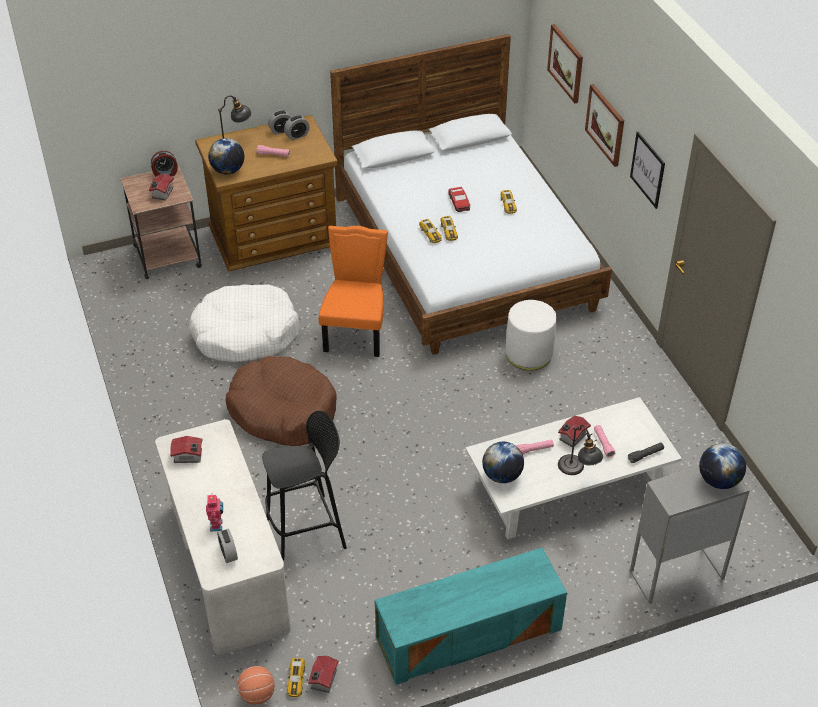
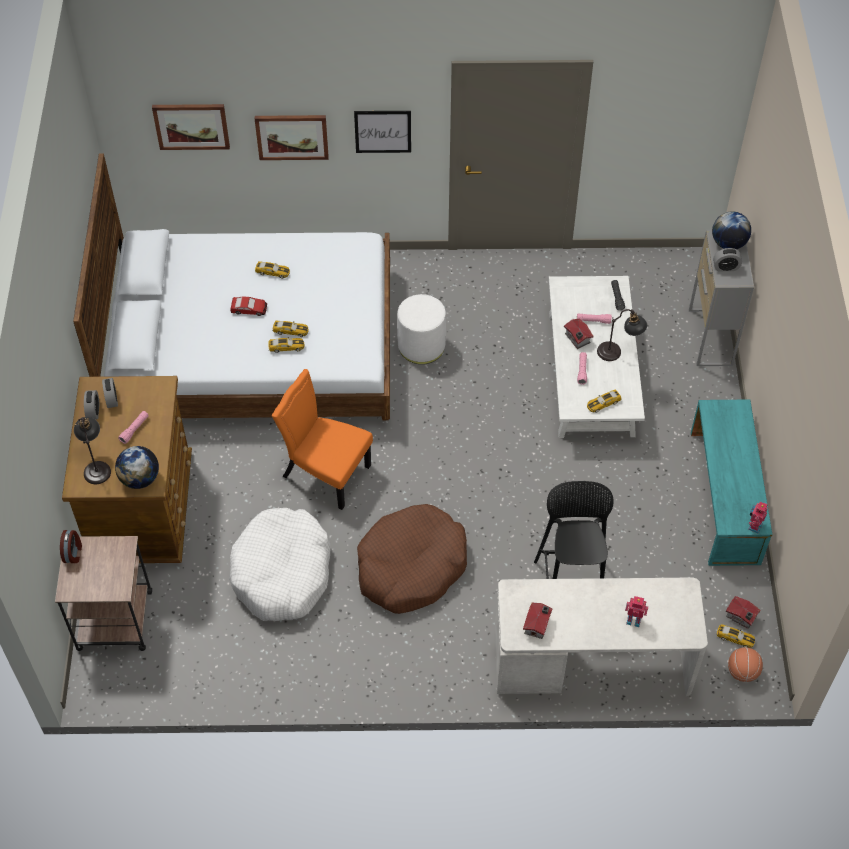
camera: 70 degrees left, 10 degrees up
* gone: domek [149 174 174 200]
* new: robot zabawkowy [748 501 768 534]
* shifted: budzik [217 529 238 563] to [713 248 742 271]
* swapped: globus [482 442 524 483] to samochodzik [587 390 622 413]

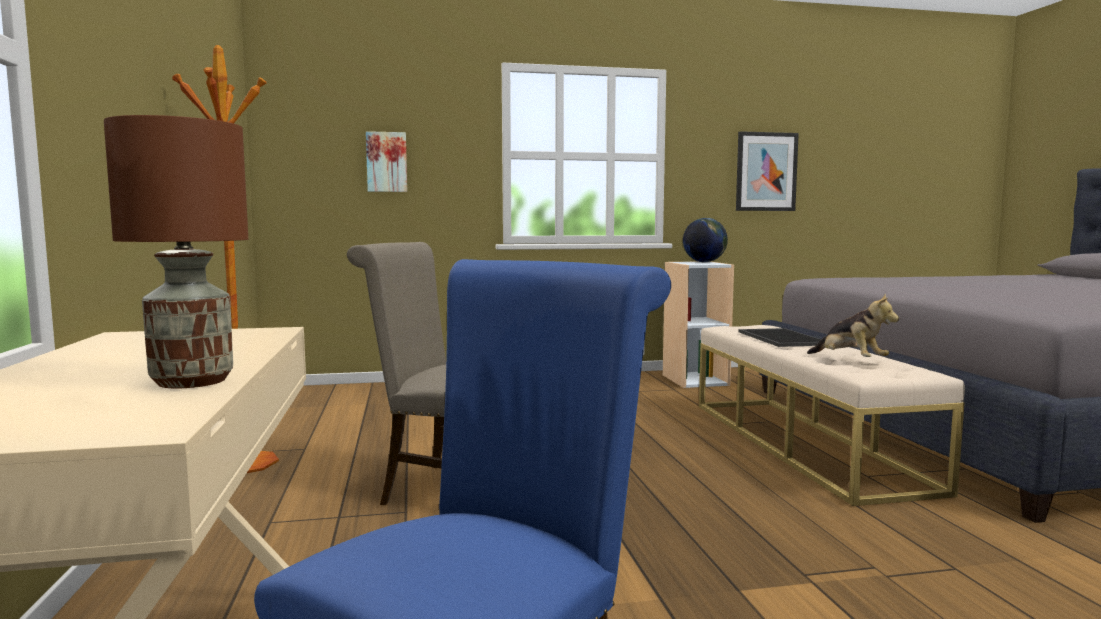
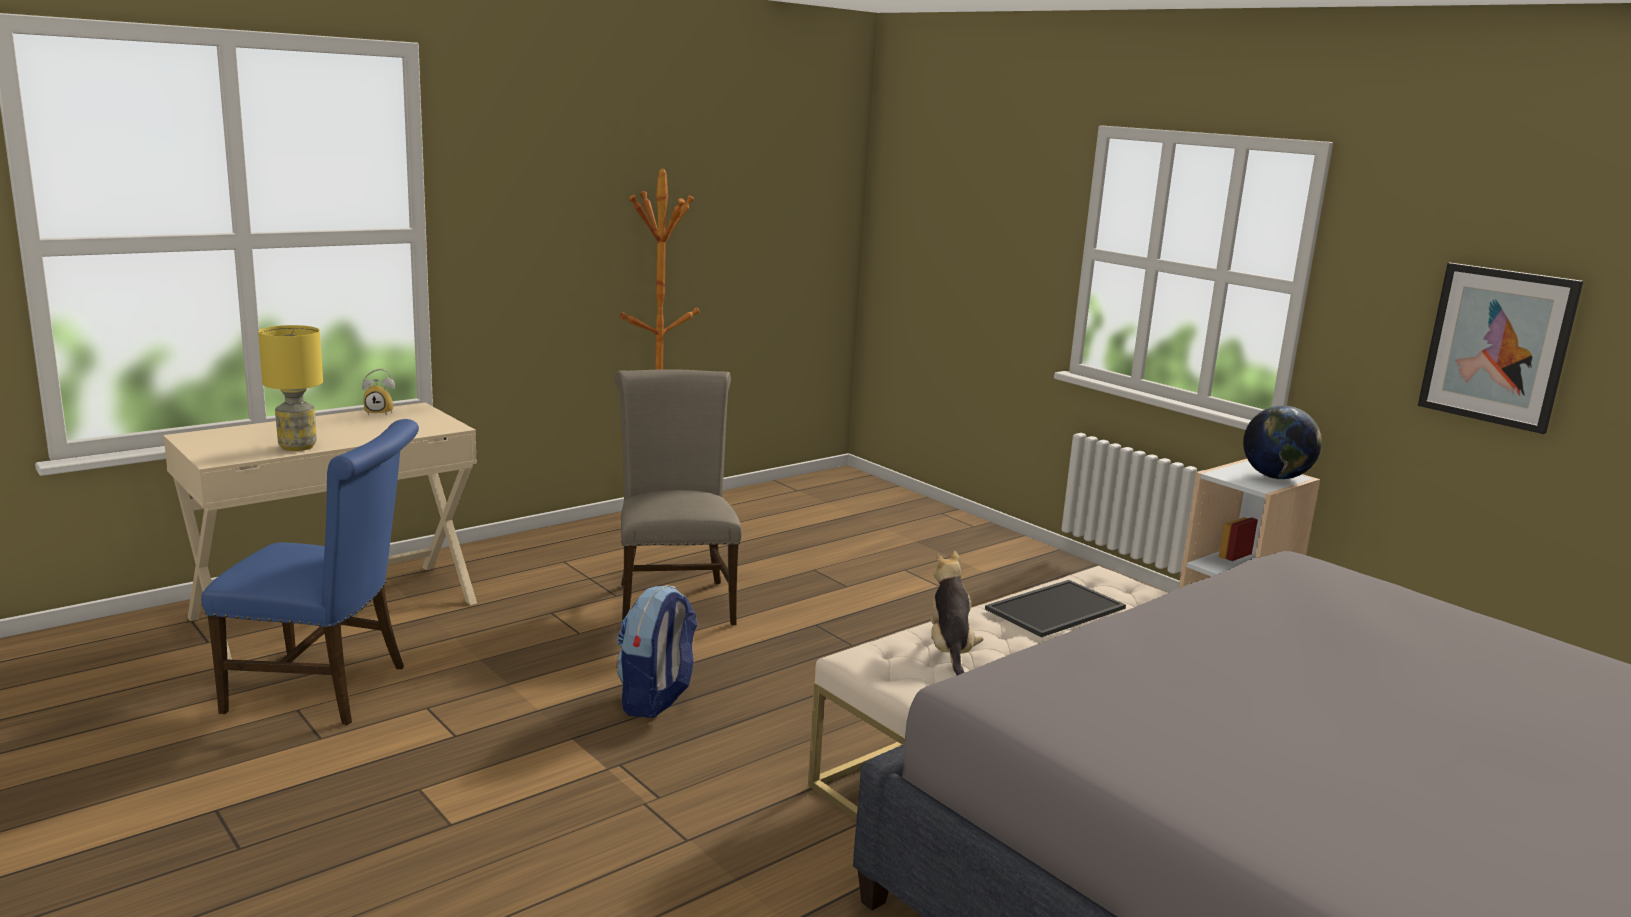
camera: 60 degrees right, 10 degrees up
* gone: obraz [366 131 407 192]
* new: budzik [362 369 395 416]
* new: plecak [616 585 697 718]
* repainted: lampa stołowa (brązowy) [104 115 248 388] to lampa stołowa (żółty) [258 325 323 451]
* rotated: pluszak [807 294 899 357] = [931 551 984 675] 150 degrees clockwise

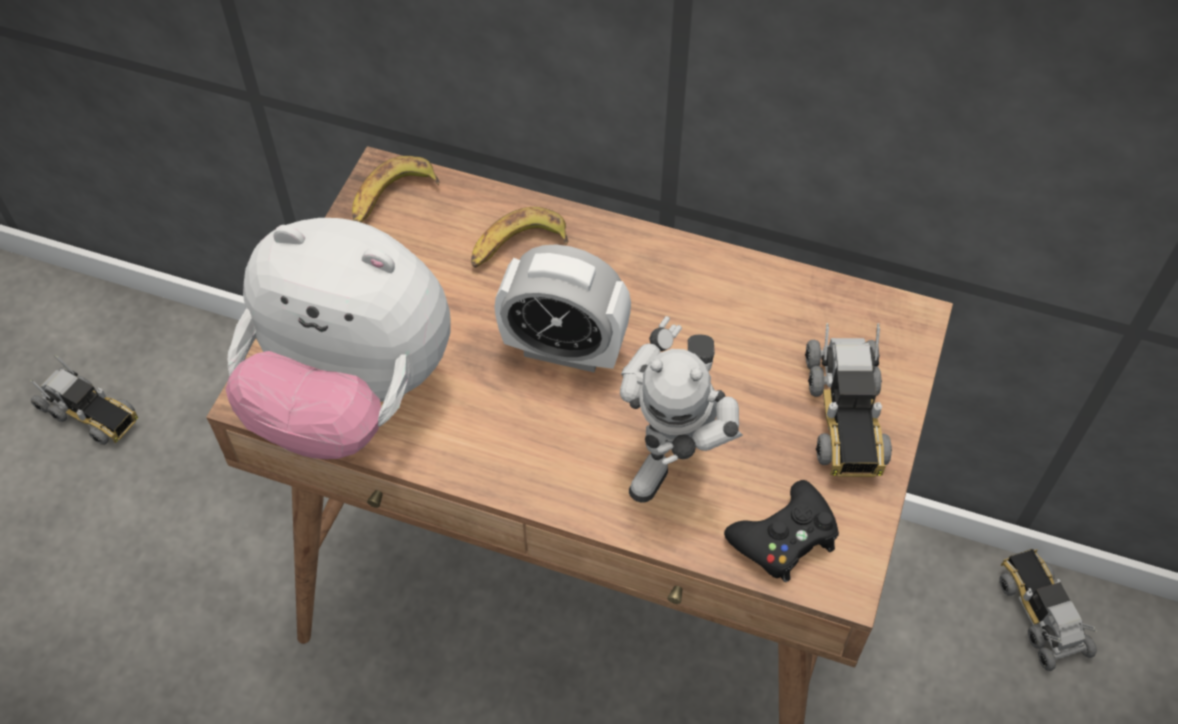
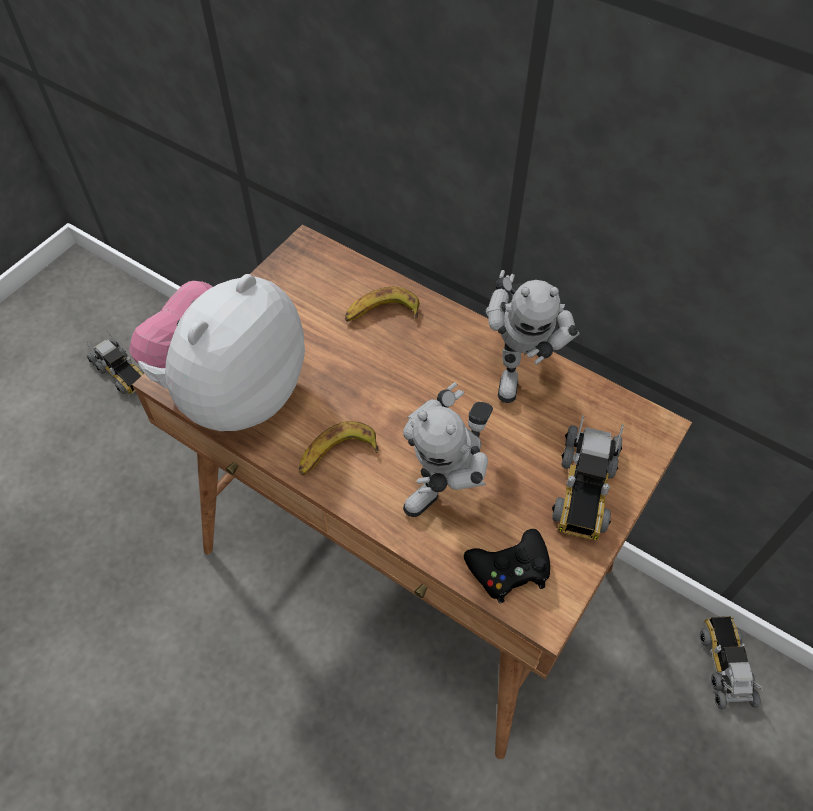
camera: 15 degrees right, 0 degrees up
* gone: budzik [494 245 631 372]
* new: robot zabawkowy [485 270 580 403]
* shifted: banan [352 156 440 223] to [299 421 378 476]
* rotated: pluszak [226 218 451 459] = [129 274 305 431] 90 degrees clockwise

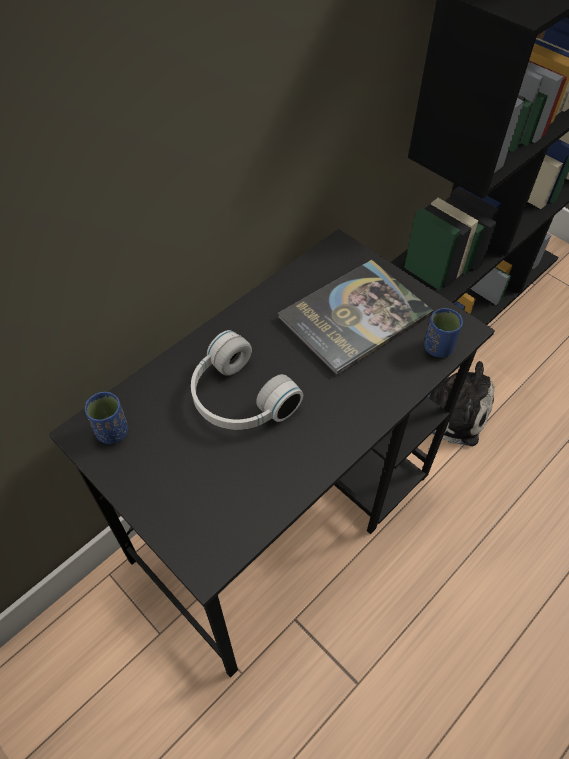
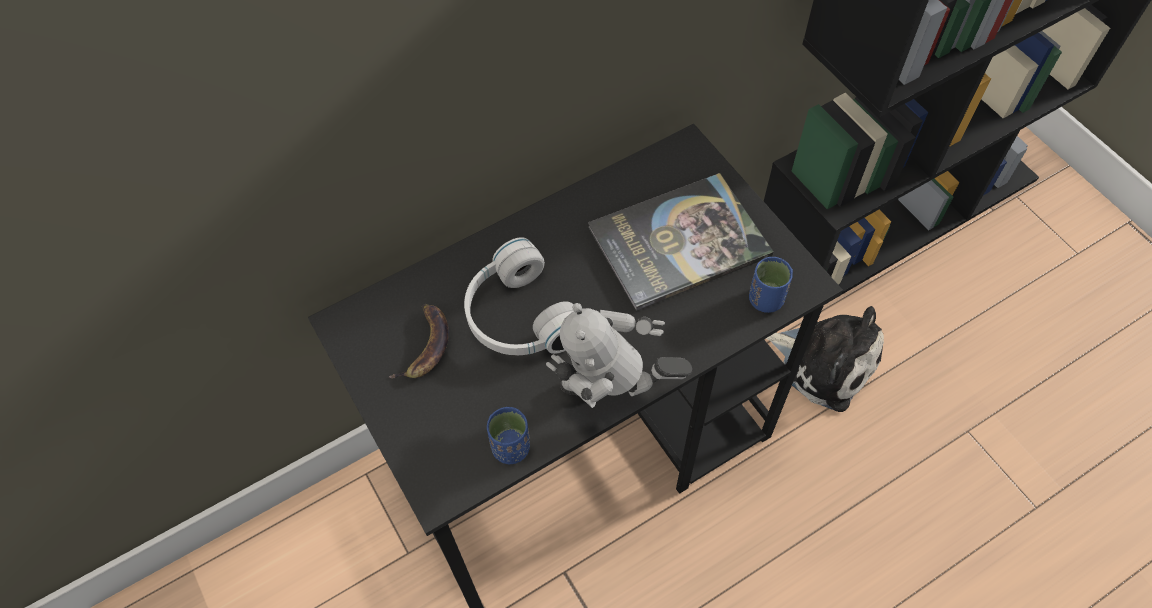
camera: 15 degrees right, 5 degrees up
* new: banan [388 304 449 379]
* new: robot zabawkowy [546 303 692 408]
* shifted: filiżanka (niebieski) [85 392 128 444] to [487 407 530 464]

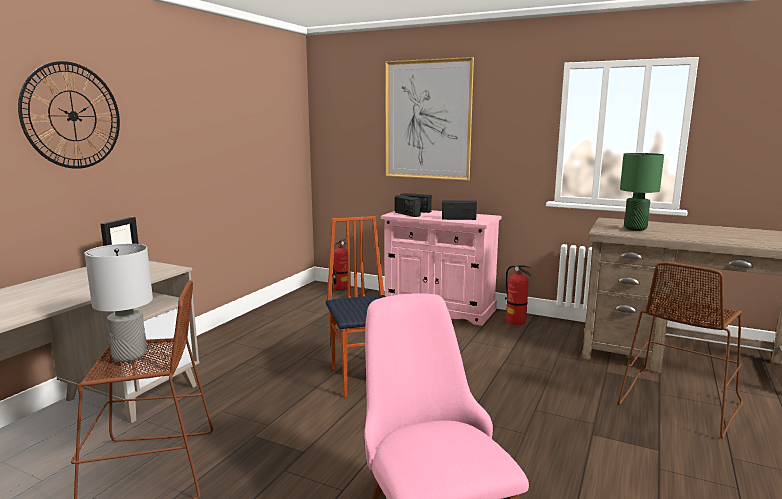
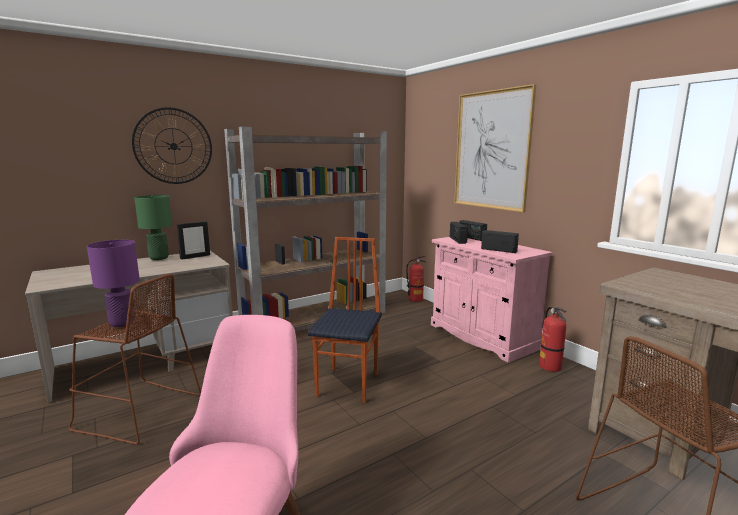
camera: 30 degrees right, 0 degrees up
* new: regał (brązowy) [224 126 387 332]
* shifted: lampa stołowa (zielony) [620 153 664 231] to [134 195 172 260]
* repainted: lampa stołowa (szary) [84 244 153 362] to lampa stołowa (fioletowy) [87 240 140 327]

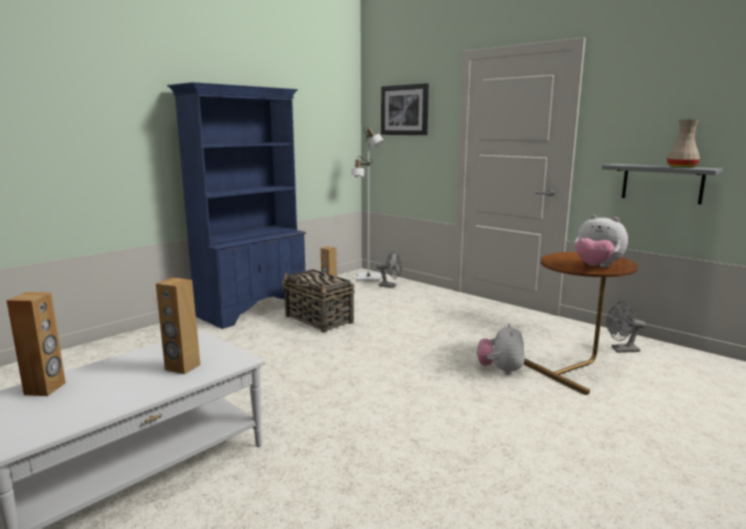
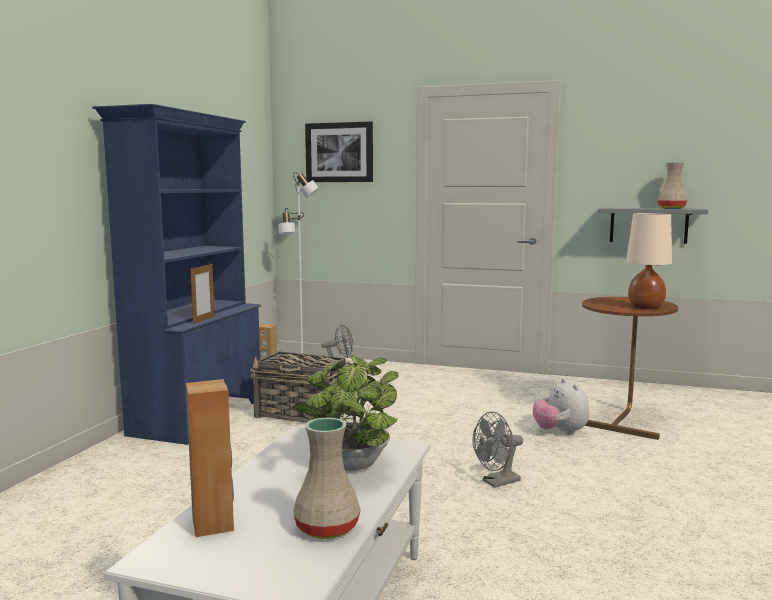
camera: 25 degrees left, 5 degrees down
* new: ramka na zdjęcie [190 264 215 324]
* new: wazon (beżowy) [293 417 361 539]
* shifted: wentylator (szary) [606 302 646 353] to [472 412 523 488]
* swapped: głośnik (brązowy) [156 277 200 374] to roślina doniczkowa [293 355 399 471]
* swapped: pluszak [575 215 628 268] to lampa stołowa (beżowy) [626 213 672 309]

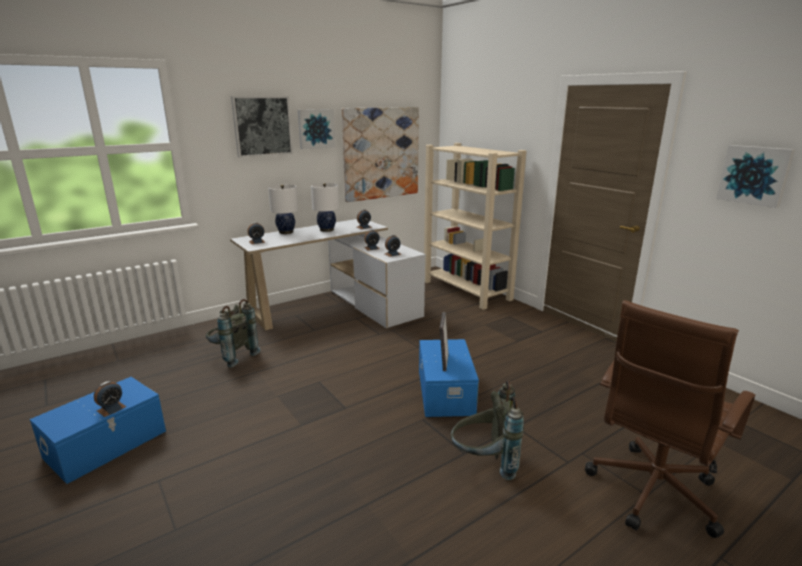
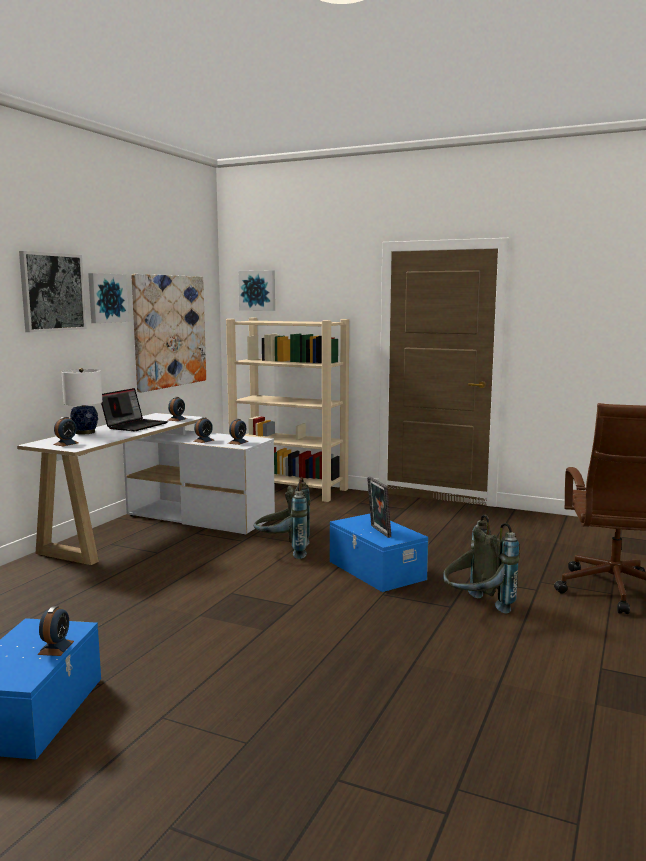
camera: 30 degrees left, 10 degrees down
* shifted: plecak (szary) [206 299 261 368] to [254 477 310 559]
* shifted: obraz [716 145 795 208] to [238 270 275 311]
* swapped: lampa stołowa (biały) [311 183 339 232] to laptop [101 388 168 431]

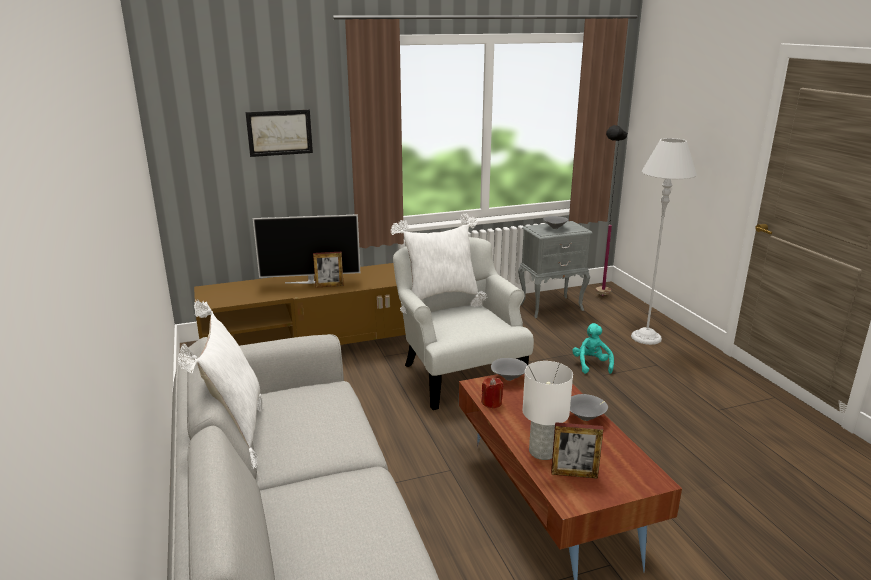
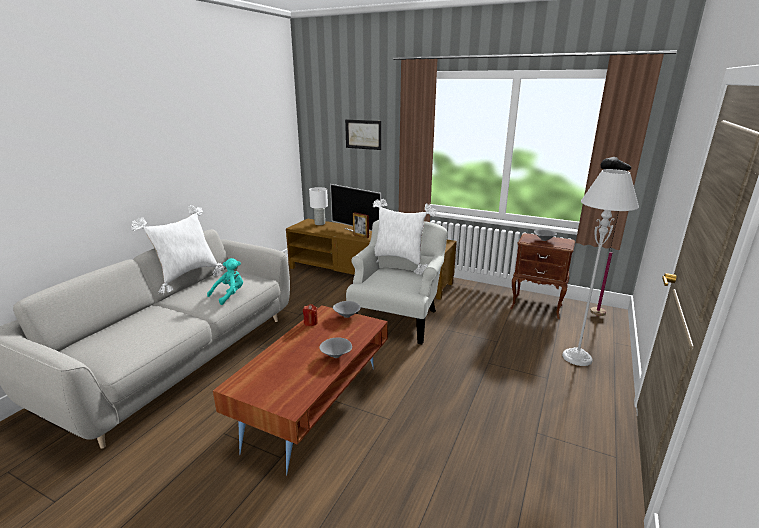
camera: 45 degrees right, 0 degrees up
* gone: ramka na zdjęcie [551 422 603 479]
* shifted: lampa stołowa (biały) [523 361 573 460] to [309 187 328 225]
* shifted: pluszak (turkusowy) [572 323 614 374] to [207 258 243 305]
* repainted: szafka nocna (szary) [518 221 593 318] to szafka nocna (brązowy) [510 233 575 319]

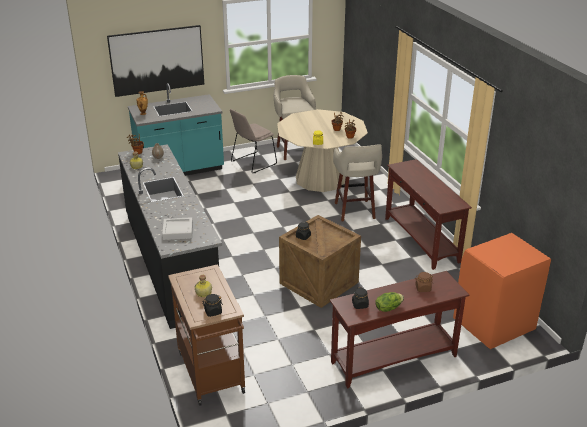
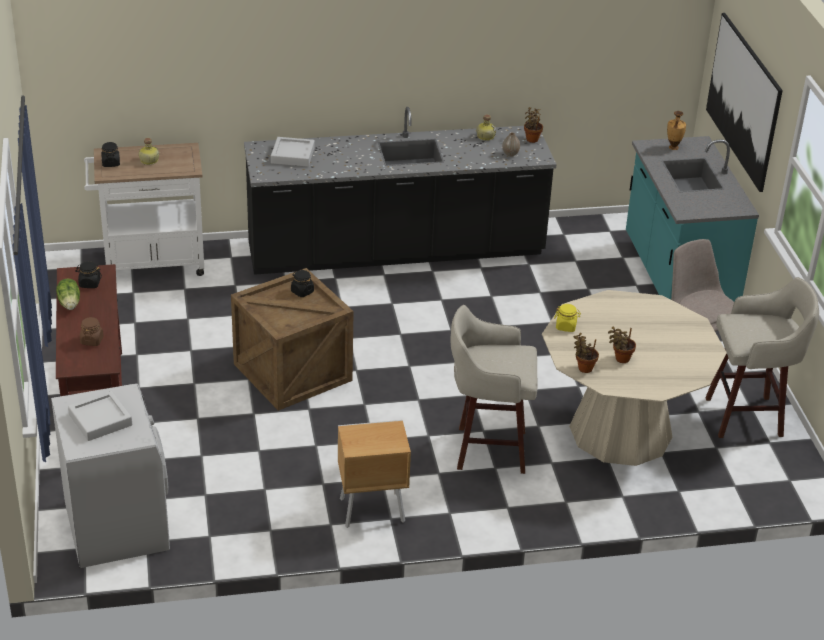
camera: 100 degrees right, 5 degrees up
* new: taca (szary) [68 391 132 441]
* swapped: stolik konsolowy (brązowy) [385 159 472 270] to szafka nocna (brązowy) [338 420 411 528]
* repainted: wózek (brązowy) [168 264 245 406] to wózek (biały) [84 143 204 276]
* repainted: pralka (pomarańczowy) [453 233 551 349] to pralka (biały) [51 383 170 568]

